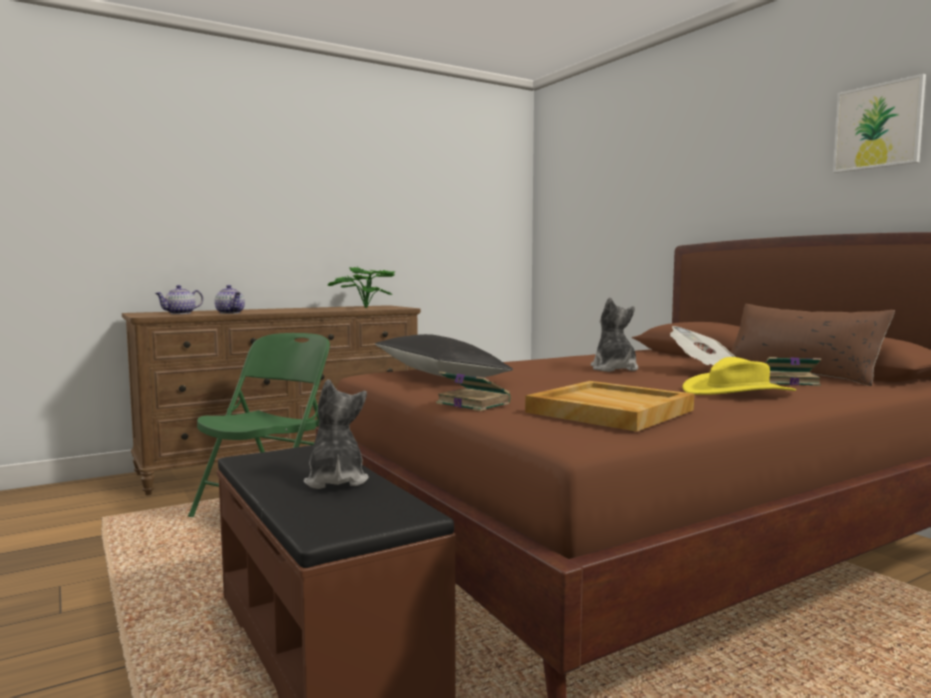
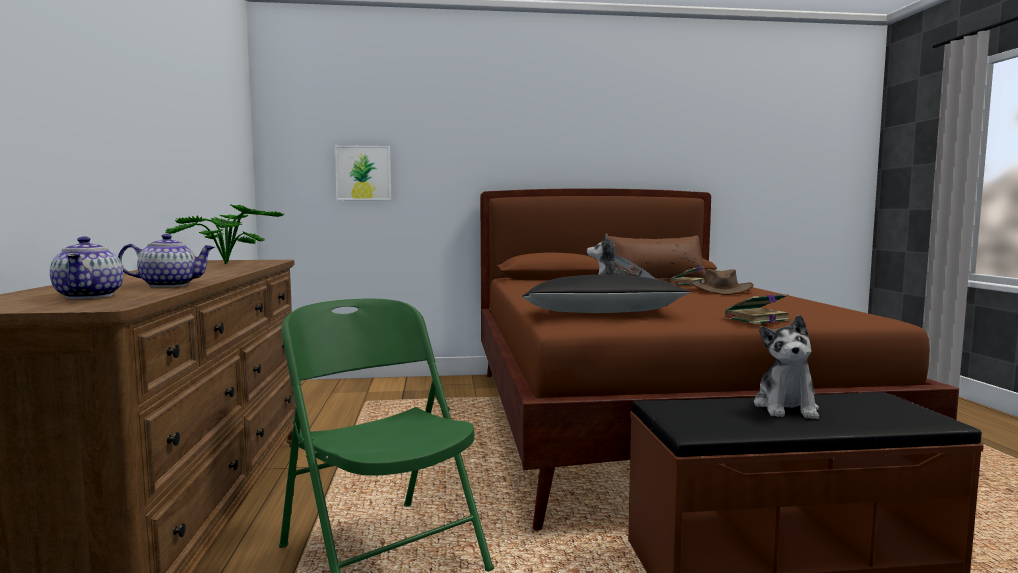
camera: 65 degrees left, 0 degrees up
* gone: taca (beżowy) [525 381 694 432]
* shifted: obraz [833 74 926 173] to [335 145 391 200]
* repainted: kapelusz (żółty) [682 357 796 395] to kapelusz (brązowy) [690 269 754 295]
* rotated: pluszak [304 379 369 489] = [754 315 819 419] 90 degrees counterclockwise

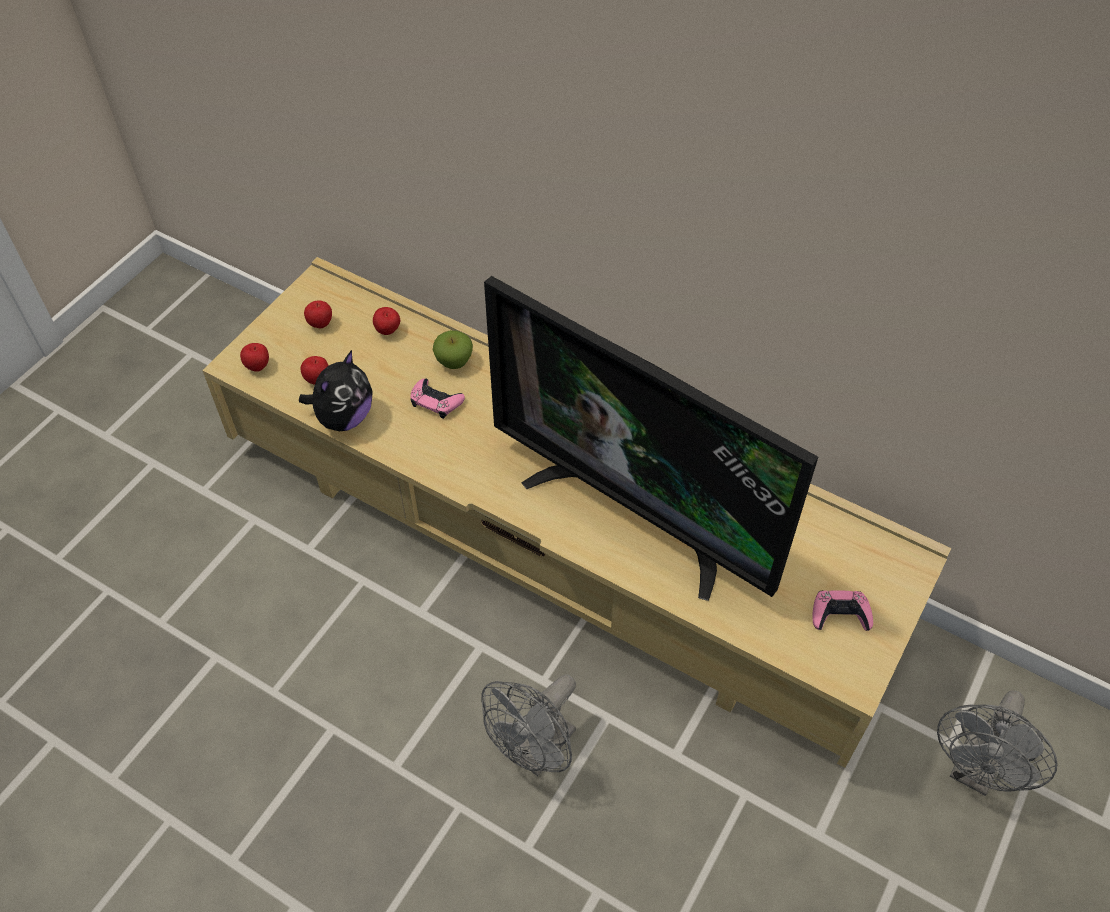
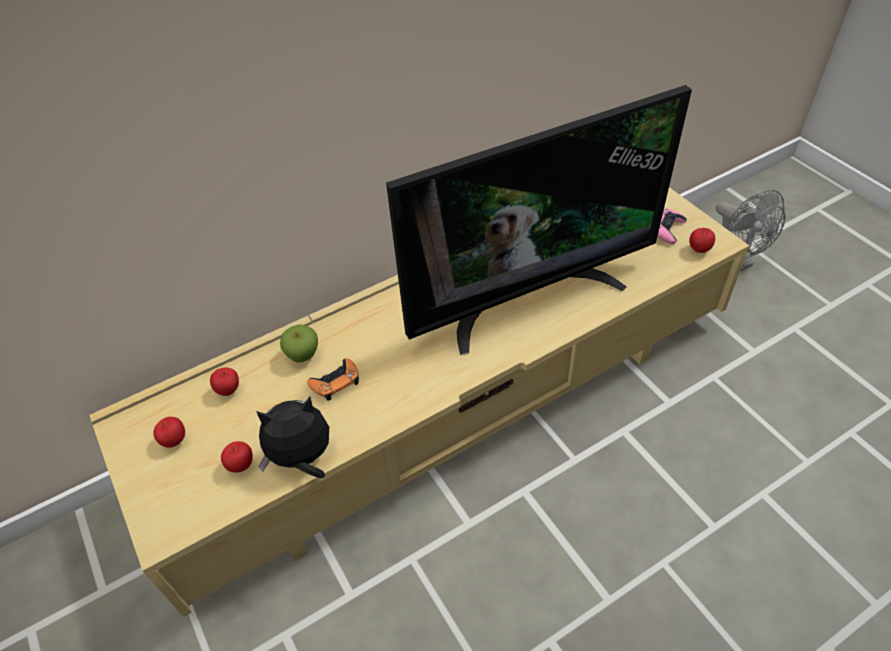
camera: 60 degrees left, 5 degrees down
* gone: wentylator (szary) [481 674 576 776]
* shifted: jabłko [240 343 269 372] to [689 228 715 253]
* repainted: pad do gier (różowy) [410 378 465 419] to pad do gier (pomarańczowy) [307 358 359 401]
* rotated: pluszak [299 350 373 432] = [256 397 329 478] 75 degrees counterclockwise

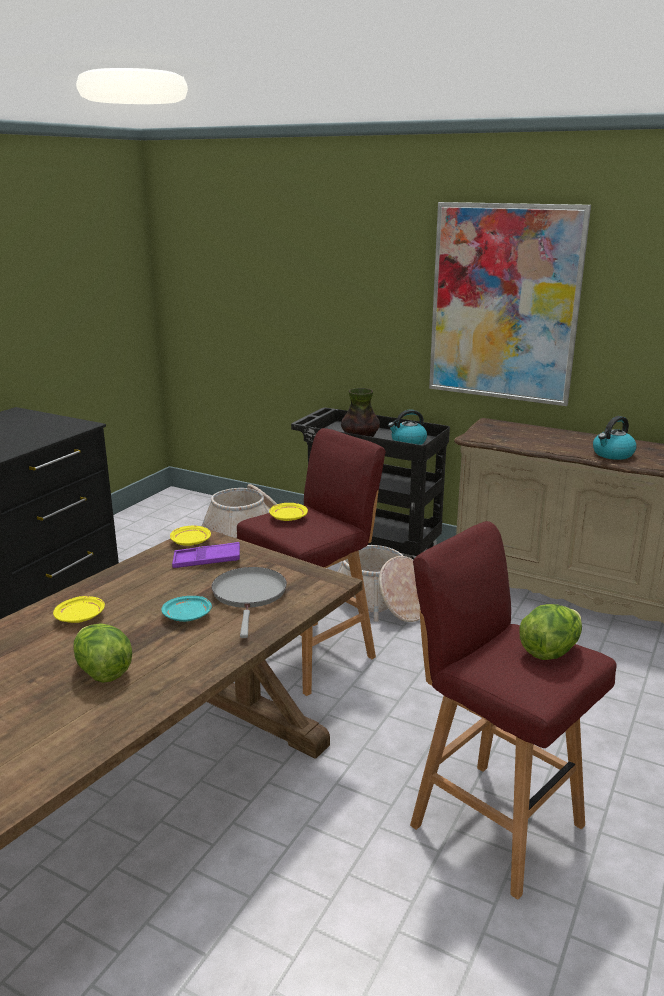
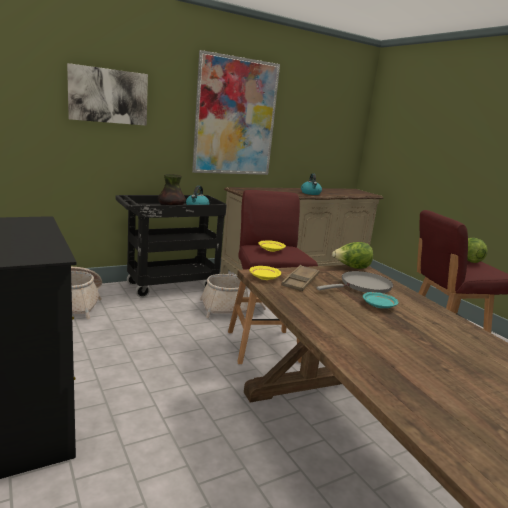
camera: 60 degrees left, 5 degrees down
* gone: talerz (żółty) [53 596 105 623]
* new: obraz [67 63 148 126]
* shifted: sałata [73 623 132 683] to [332 242 373 269]
* repainted: taca (fioletowy) [172 542 240 568] to taca (brązowy) [281 265 320 291]
* rotated: patelnia (szary) [212 567 287 638] = [317 271 393 293] 120 degrees clockwise

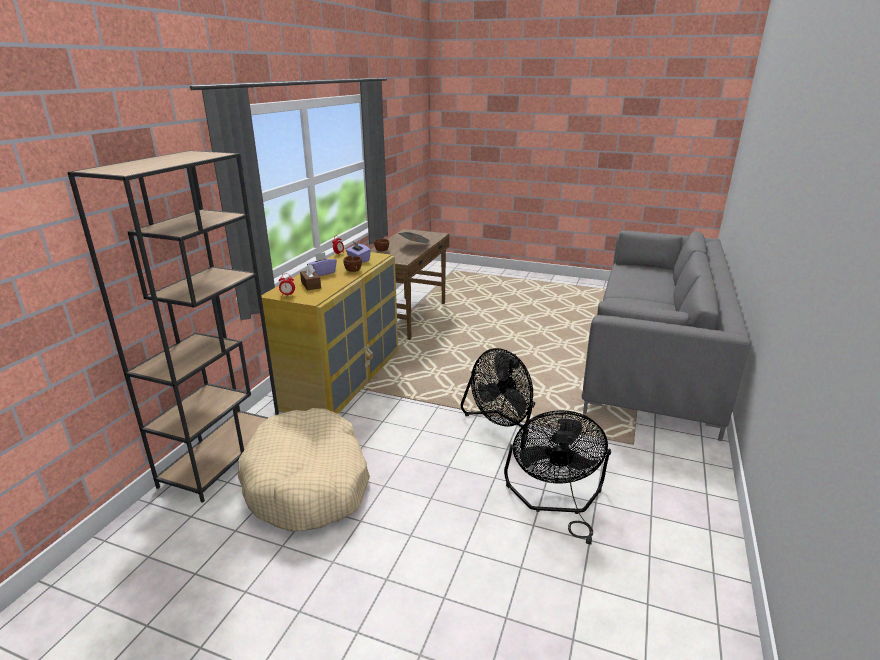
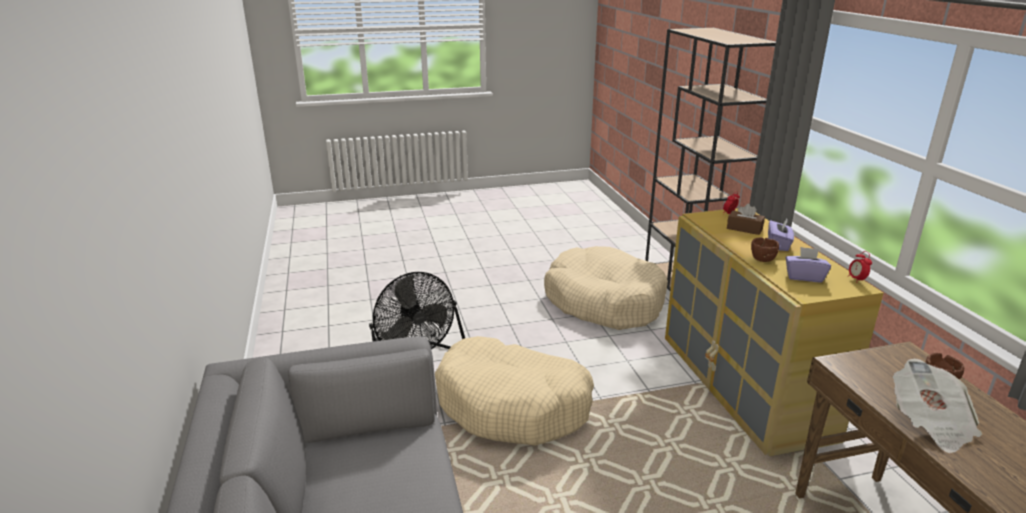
camera: 145 degrees right, 0 degrees up
* swapped: wentylator (czarny) [461 348 535 450] to legowisko (beżowy) [435 336 594 446]

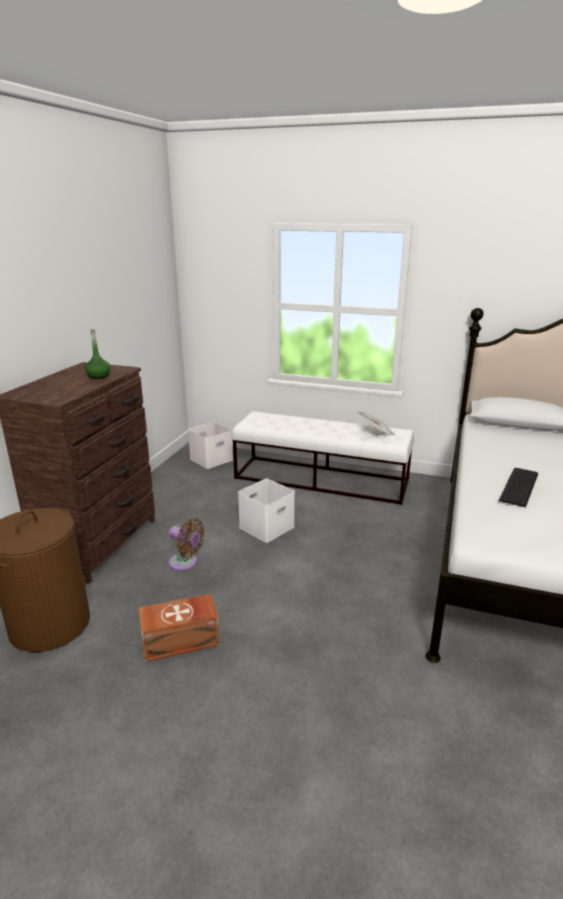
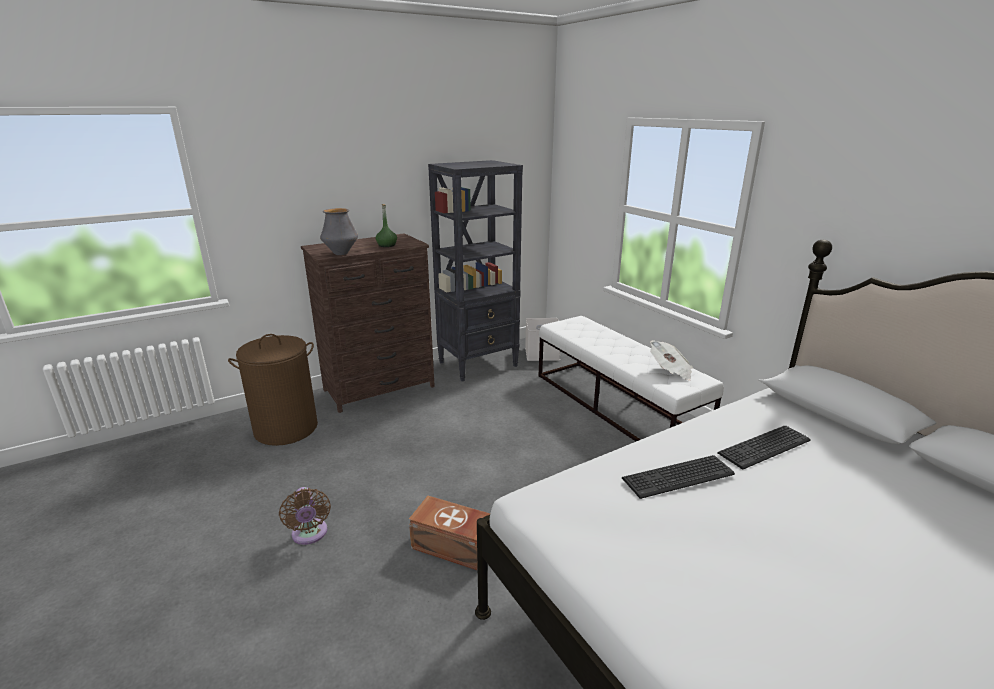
camera: 40 degrees right, 0 degrees up
* gone: pojemnik do przechowywania (biały) [238 479 295 543]
* new: wazon [320 208 358 255]
* new: regał (czarny) [428 160 523 381]
* new: klawiatura [717 426 811 470]
* shifted: pojemnik do przechowywania (brązowy) [139 594 220 662] to [409 496 490 571]
* shifted: wentylator (brązowy) [169 518 205 571] to [279 487 331 545]

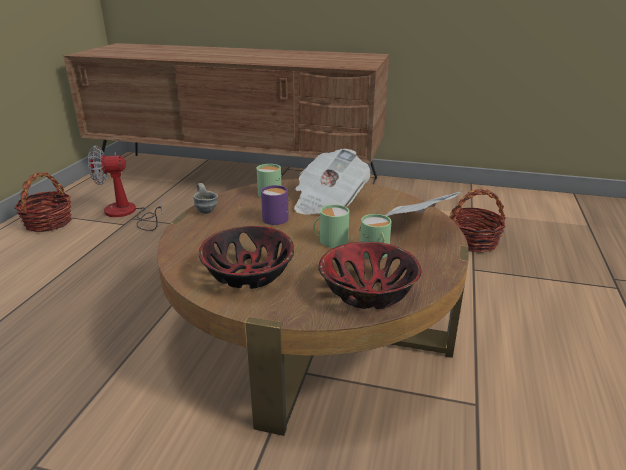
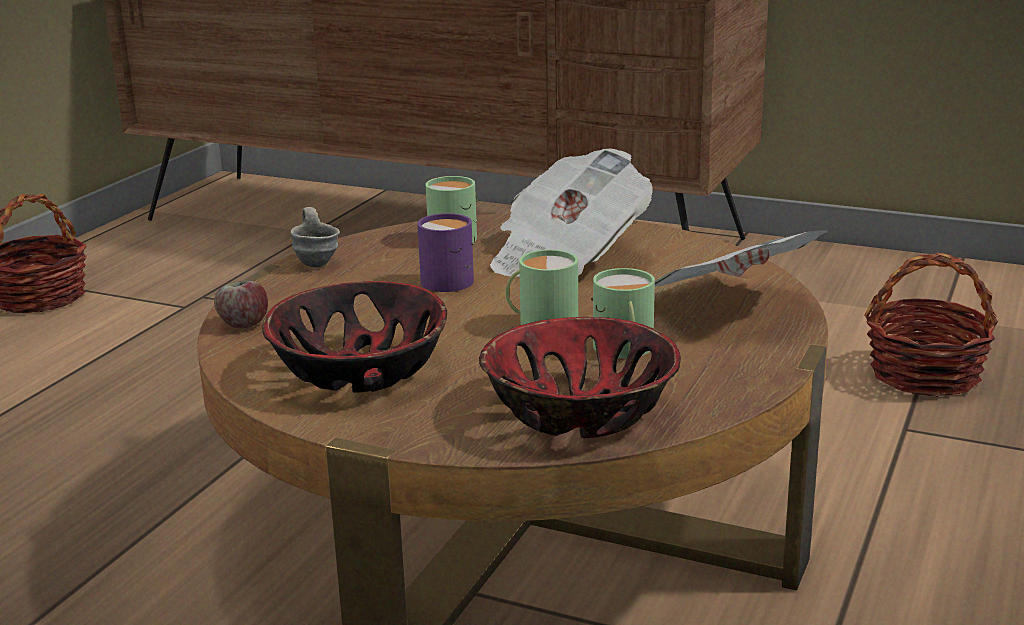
camera: 10 degrees right, 5 degrees down
* gone: wentylator [88 146 163 231]
* new: jabłko [214 280 268 329]

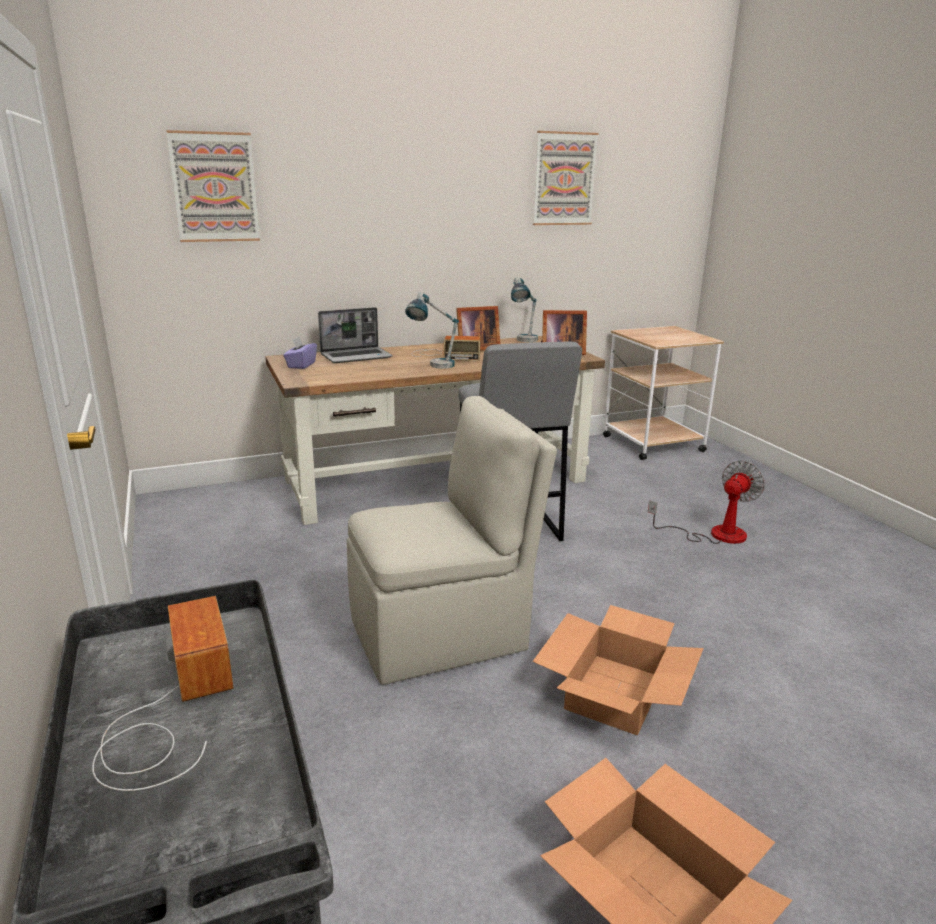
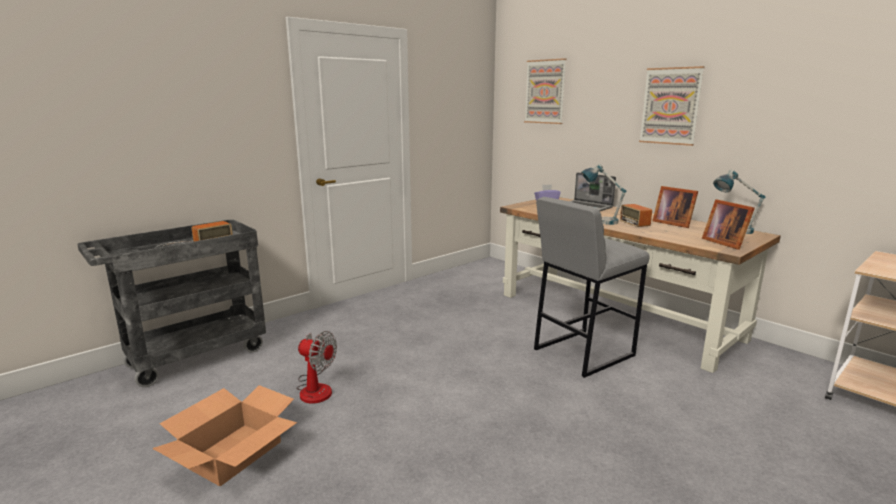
camera: 70 degrees right, 5 degrees down
* gone: krzesło (beżowy) [347 396 557 685]
* gone: karton [533 605 704 735]
* shifted: obraz [533 131 599 225] to [639 66 705 146]
* shifted: wentylator [648 461 765 544] to [296 331 337 404]

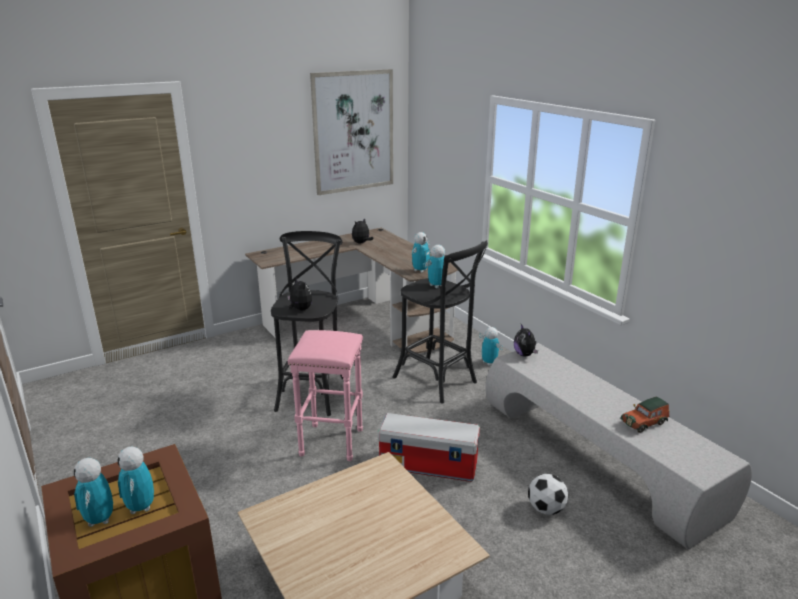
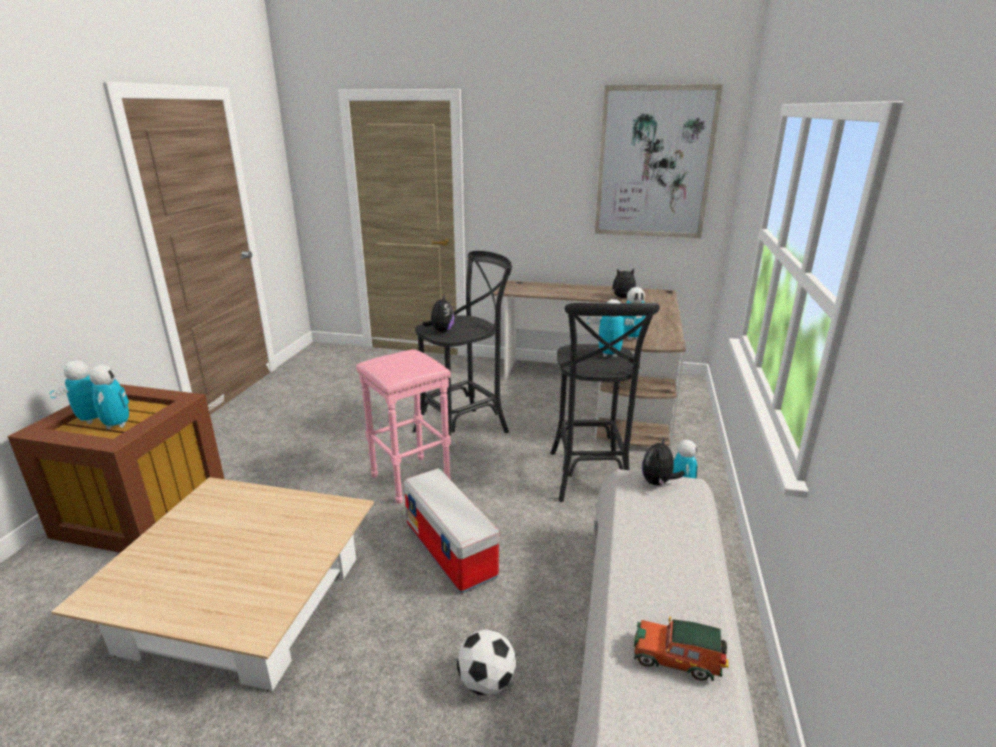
camera: 45 degrees right, 0 degrees up
* rotated: robot zabawkowy [117 447 154 514] = [89 365 129 429] 135 degrees clockwise

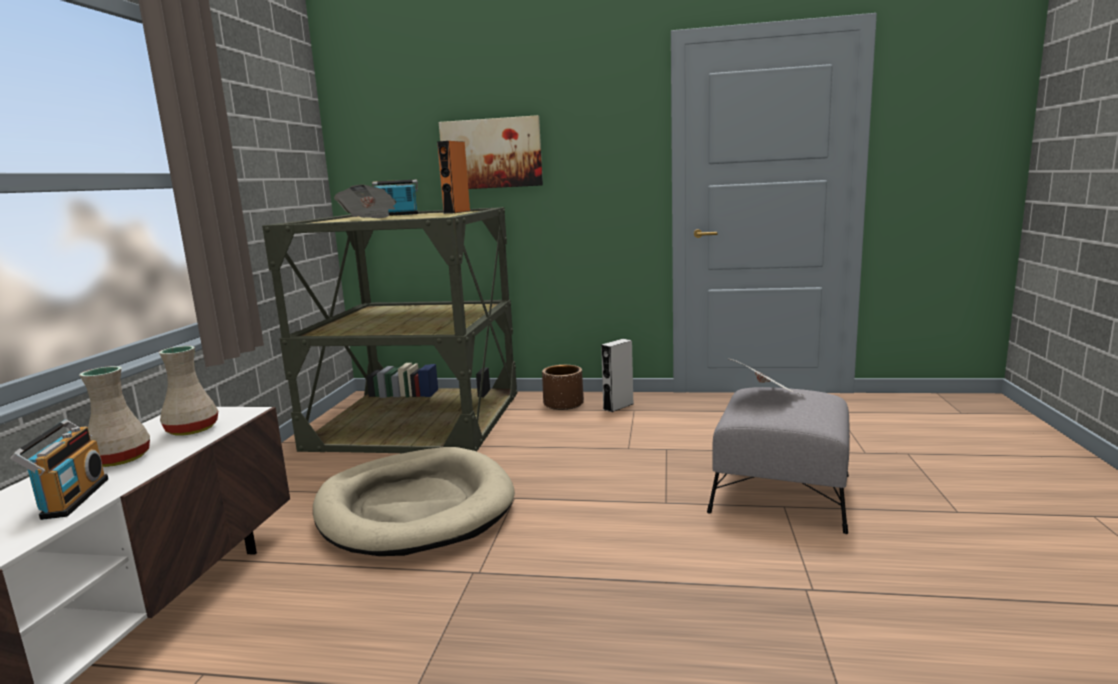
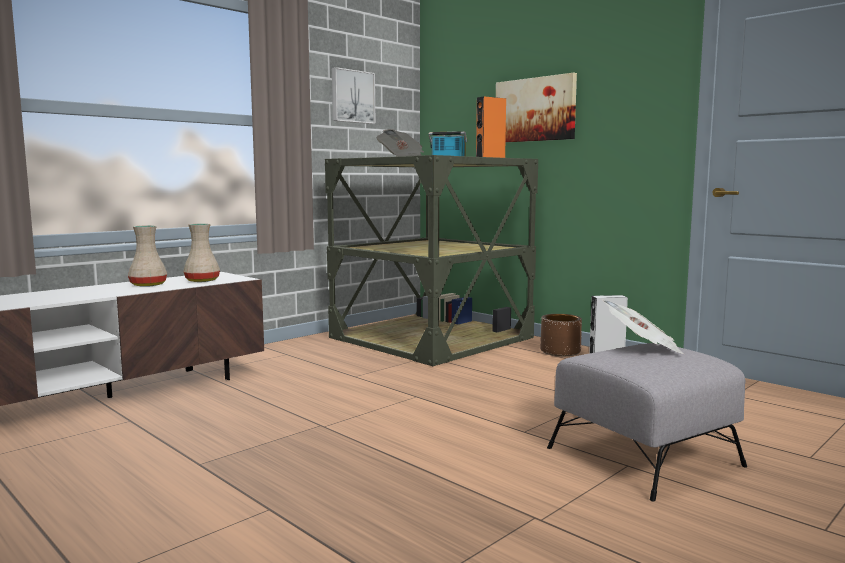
camera: 35 degrees right, 5 degrees down
* gone: radio [10 420 108 520]
* gone: legowisko (beżowy) [313 447 515 556]
* new: obraz [332 67 375 124]

